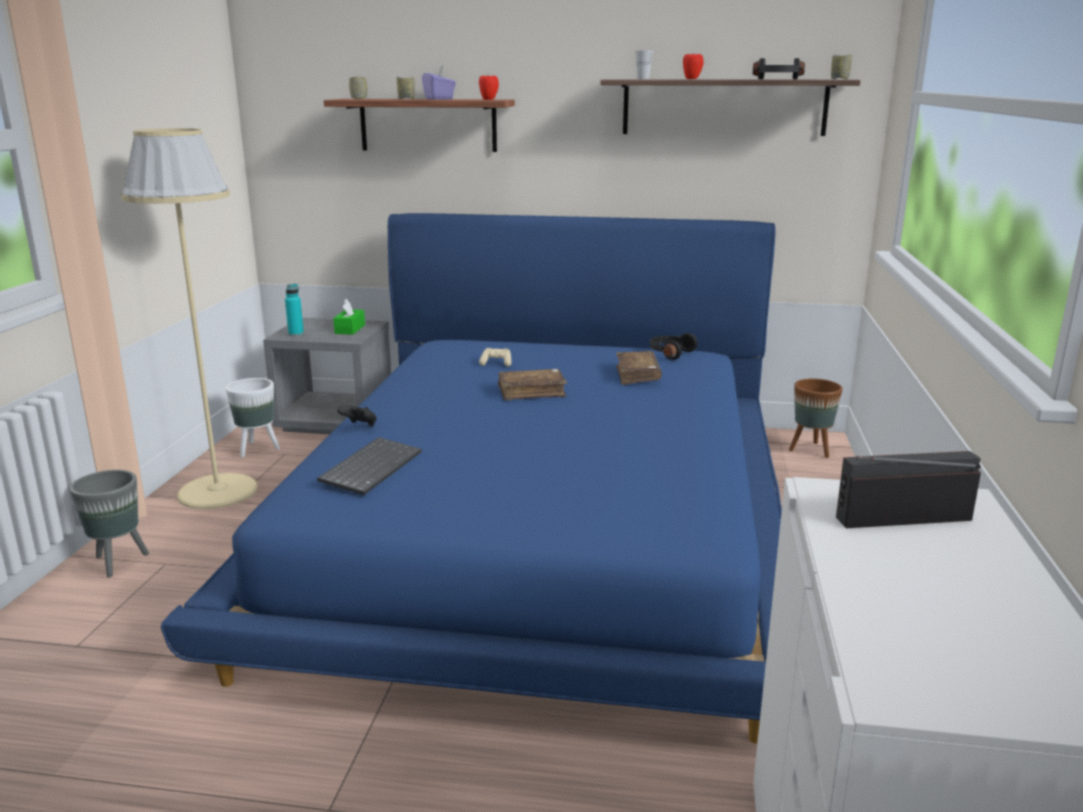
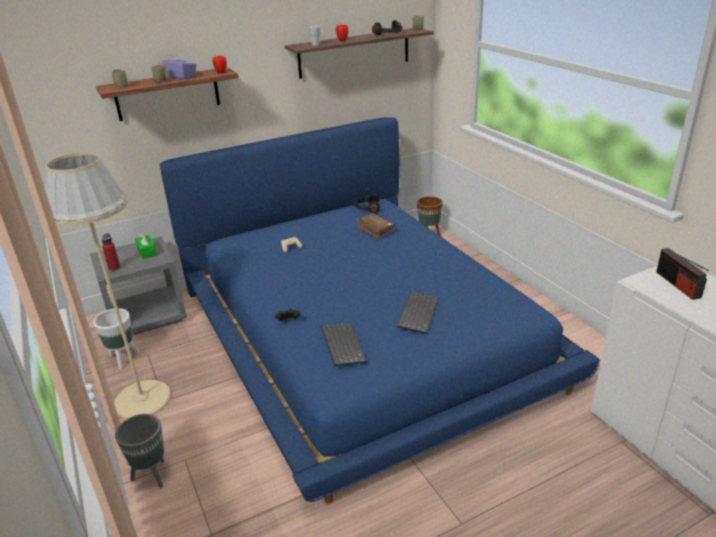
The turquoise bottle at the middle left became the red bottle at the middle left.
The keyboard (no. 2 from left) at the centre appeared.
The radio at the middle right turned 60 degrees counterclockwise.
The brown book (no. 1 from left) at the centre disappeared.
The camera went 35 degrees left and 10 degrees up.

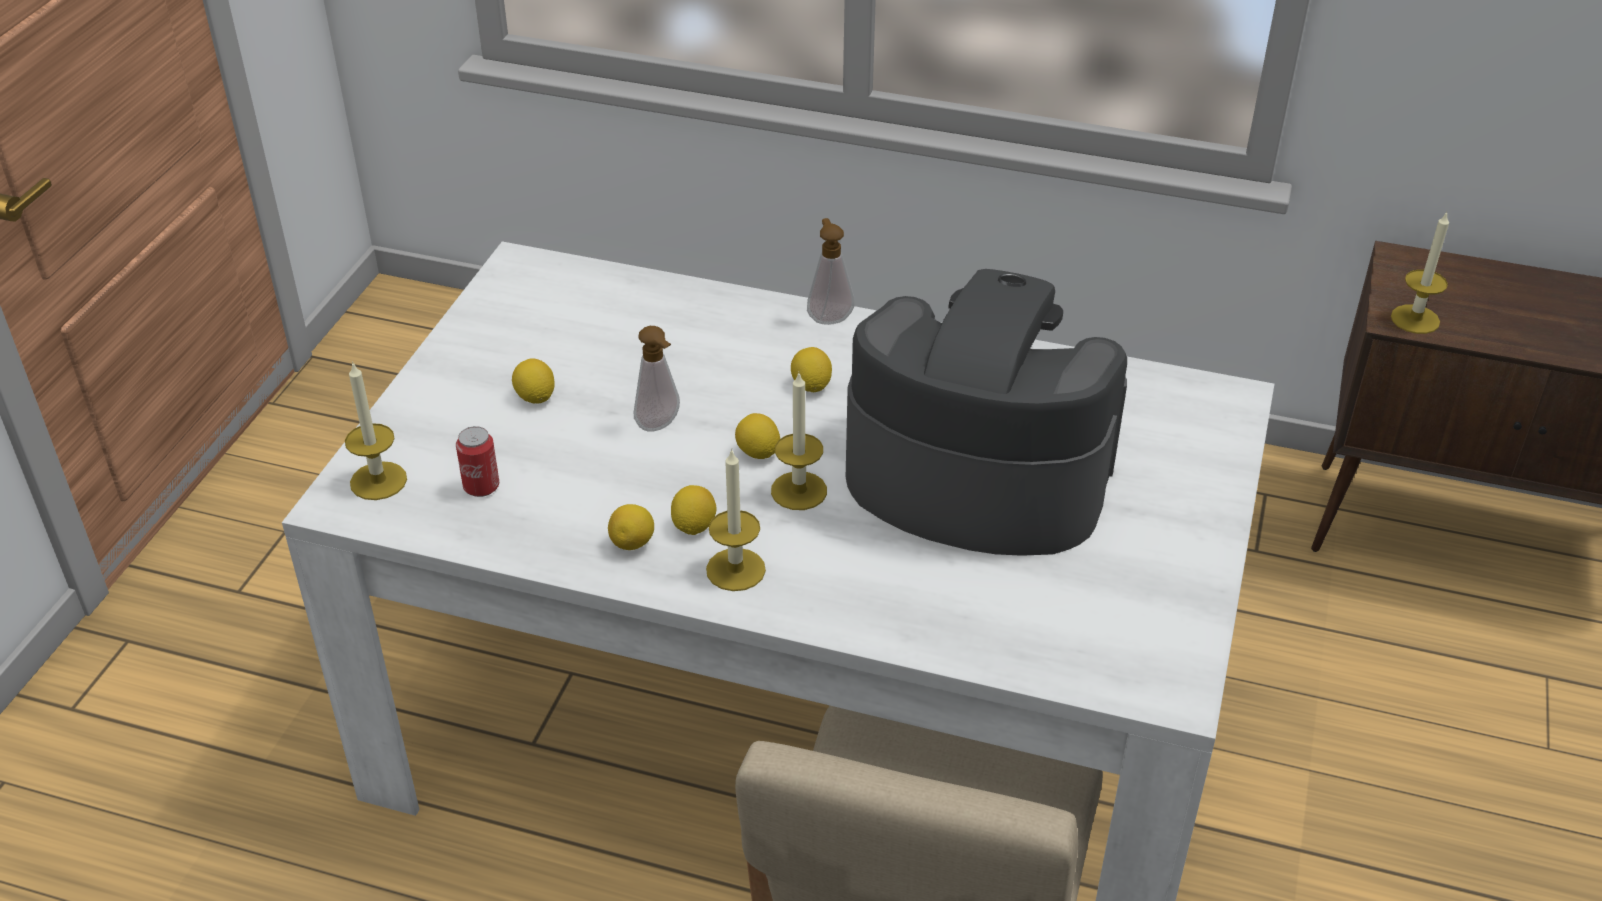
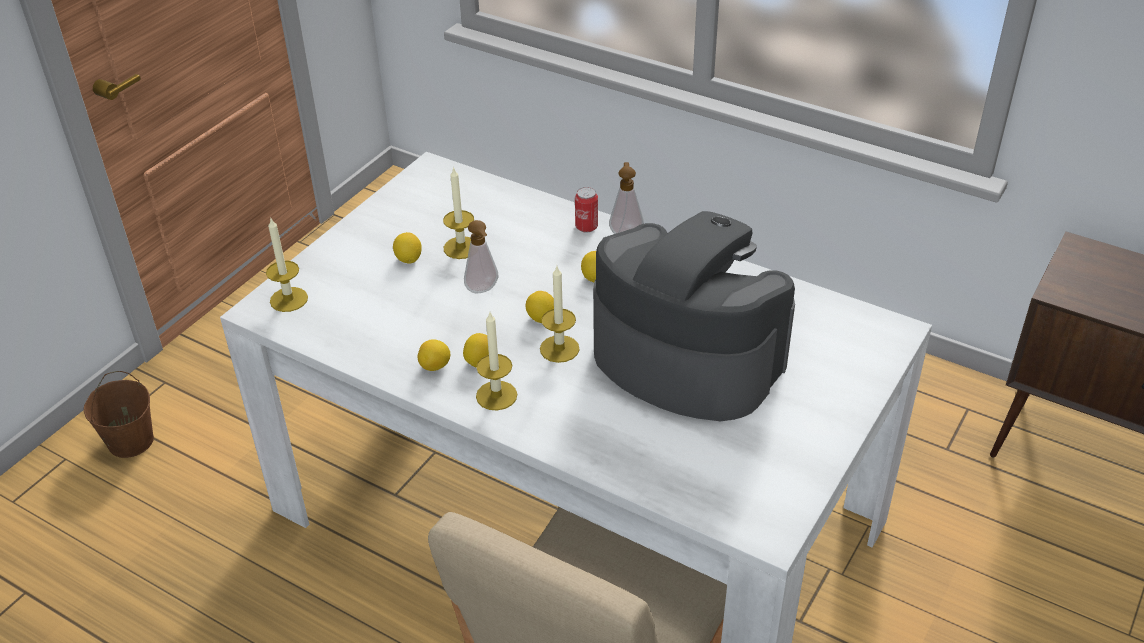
The brown bucket at the middle left appeared.
The candle (no. 4 from left in the first image) moved from the top right to the top centre.
The can moved from the middle left to the top centre.
The camera went 15 degrees right and 0 degrees up.

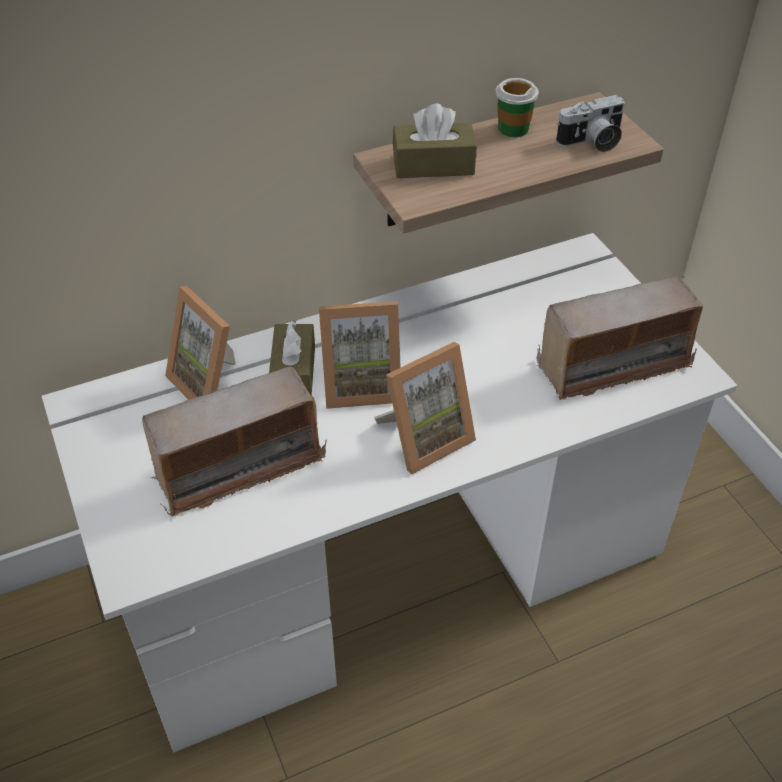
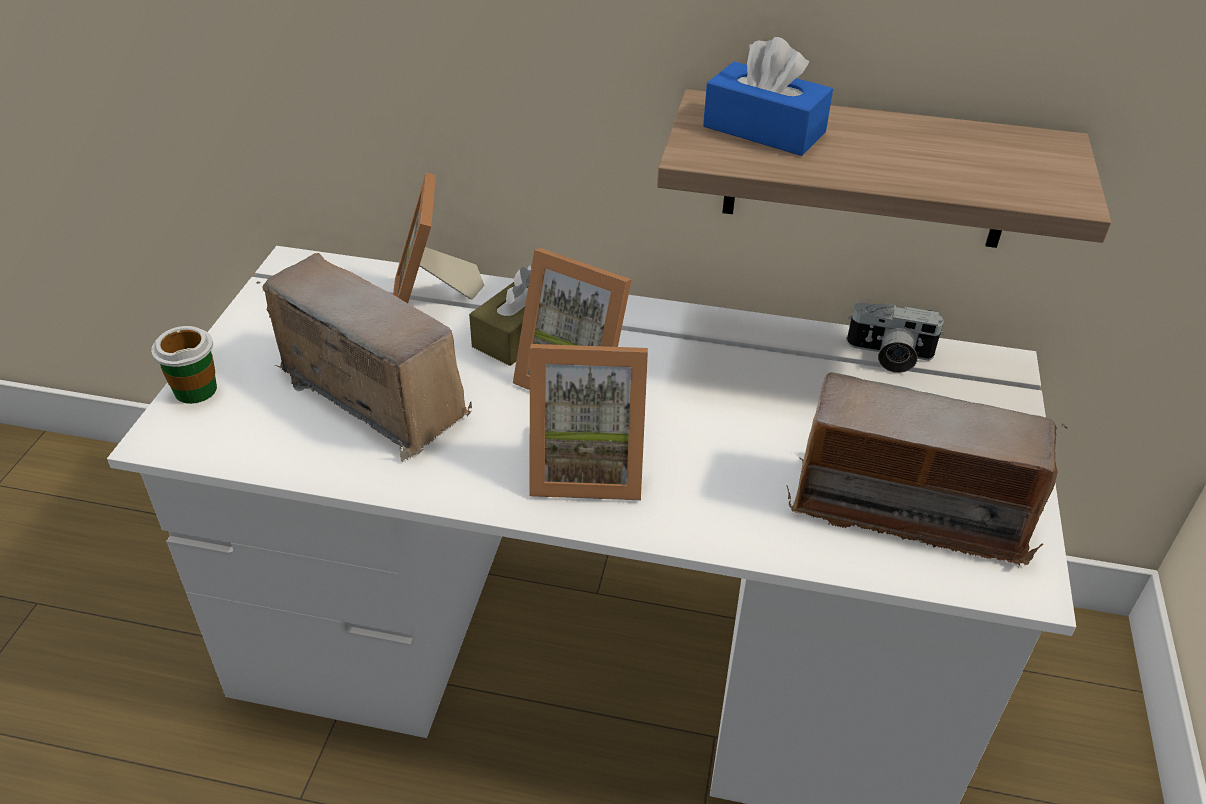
The cup moved from the top centre to the middle left.
The radio (no. 1 from left) at the middle left turned 150 degrees counterclockwise.
The brown tissue box (no. 2 from left) at the top centre became the blue tissue box at the top centre.
The photo camera moved from the top right to the middle right.
The camera went 35 degrees right and 5 degrees down.

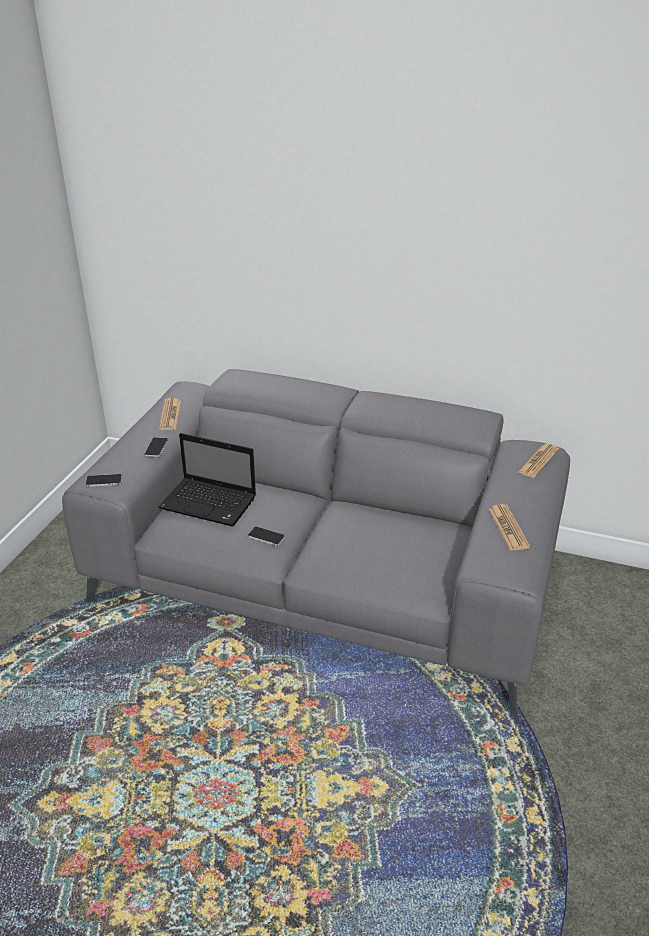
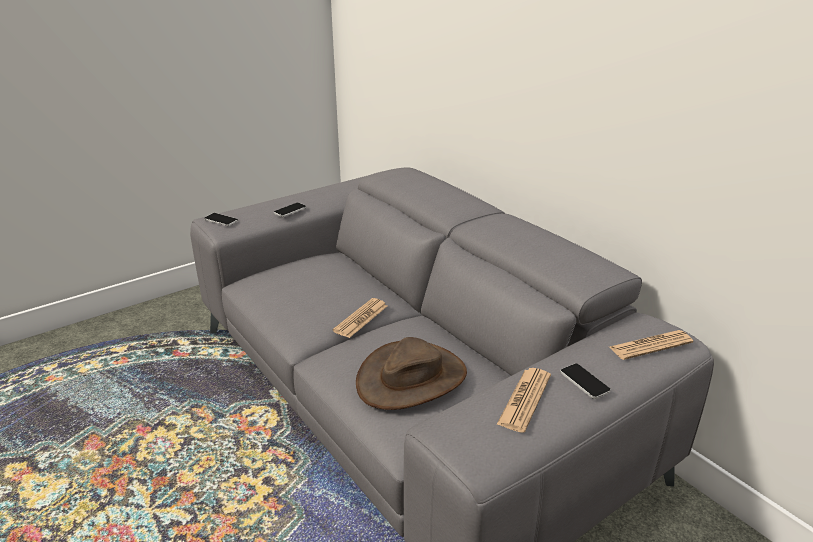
The newspaper (no. 1 from left) moved from the middle left to the centre.
The brown hat at the bottom centre appeared.
The phone (no. 3 from left) moved from the centre to the bottom right.
The laptop at the middle left disappeared.
The camera went 35 degrees right and 5 degrees down.

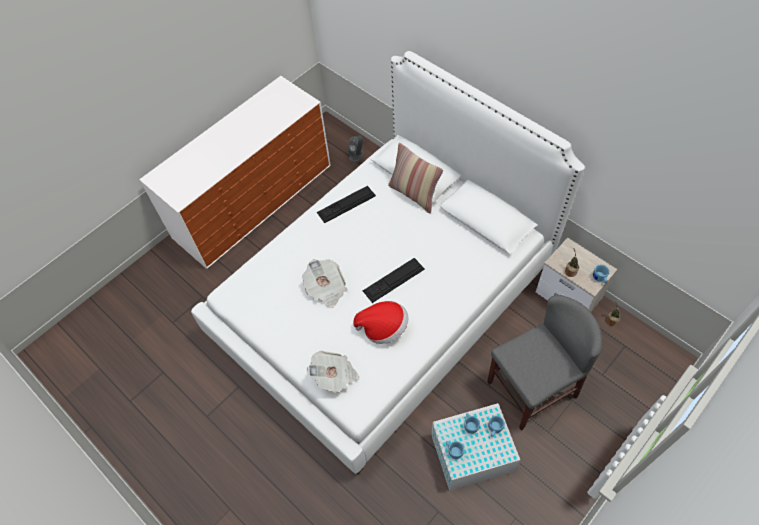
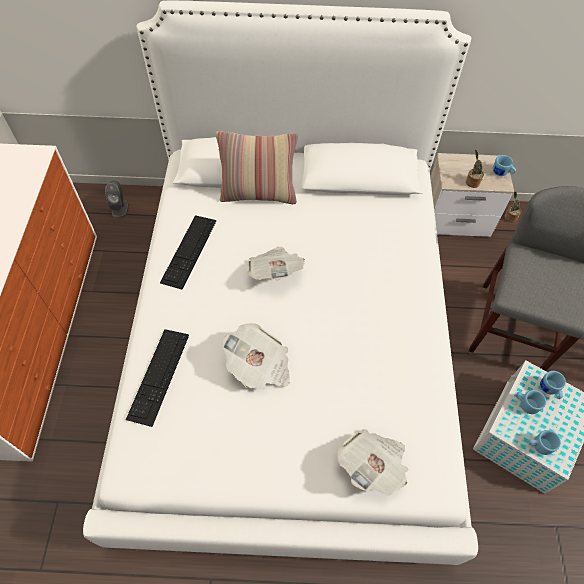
The keyboard (no. 2 from left in the first image) moved from the centre to the middle left.
The newspaper (no. 2 from left) at the centre appeared.
The hat at the centre disappeared.
The camera went 45 degrees left and 0 degrees up.

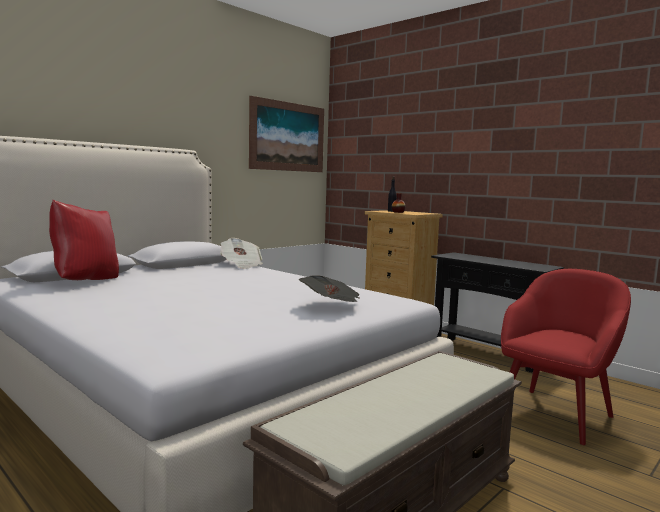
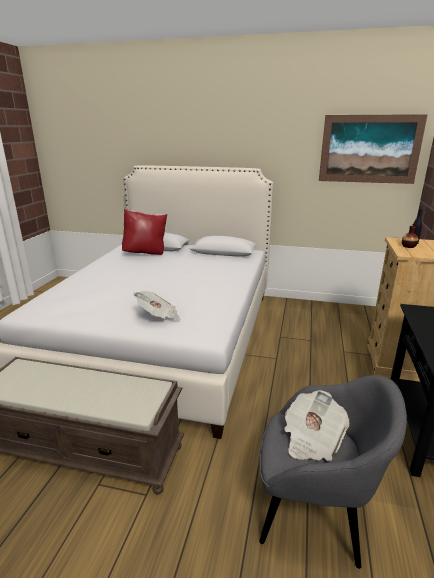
The red armchair at the bottom right became the grey armchair at the bottom right.
The newspaper (no. 1 from left in the first image) moved from the centre to the bottom right.
The camera went 60 degrees right and 15 degrees up.

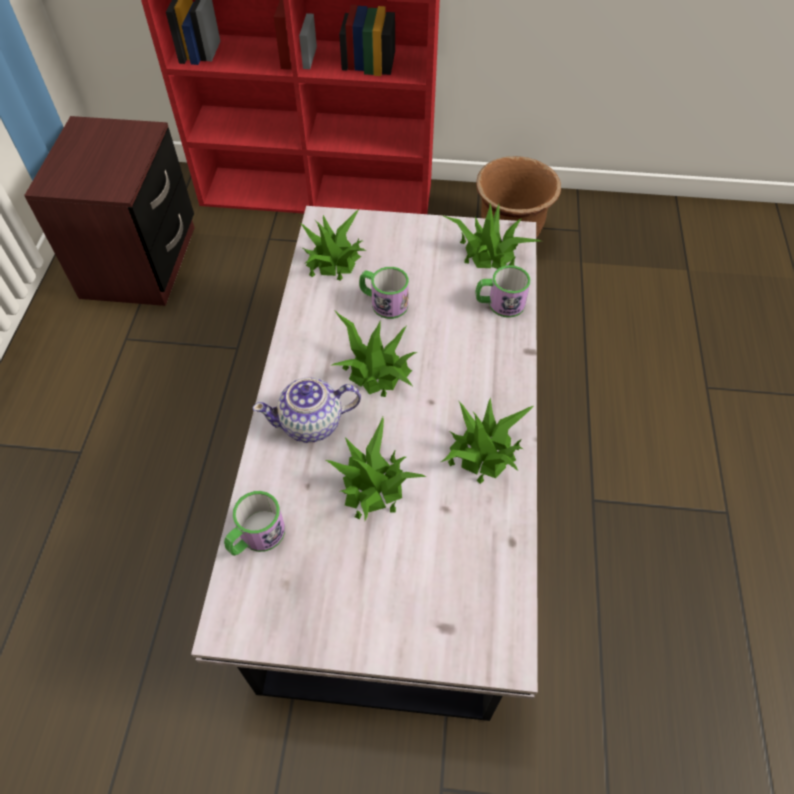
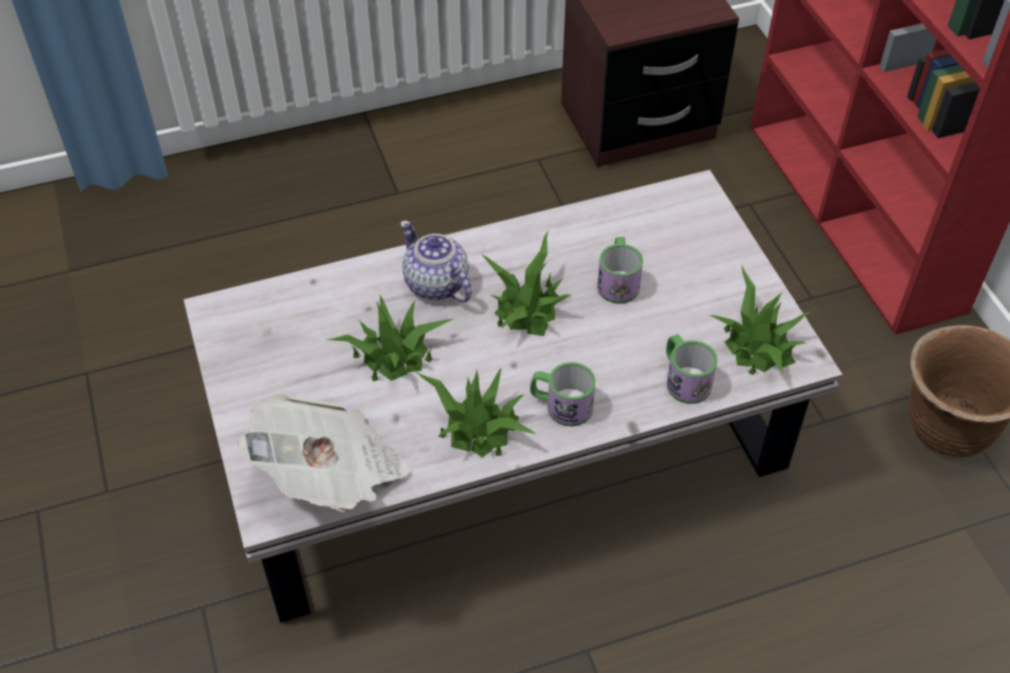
The newspaper at the bottom left appeared.
The mug (no. 1 from left) moved from the middle left to the centre.
The potted plant (no. 1 from left) at the top centre disappeared.
The camera went 65 degrees right and 5 degrees down.

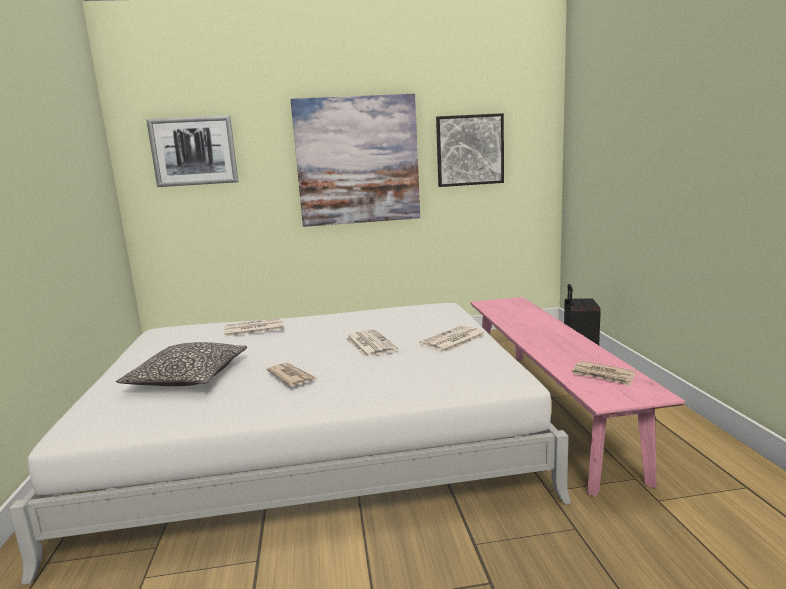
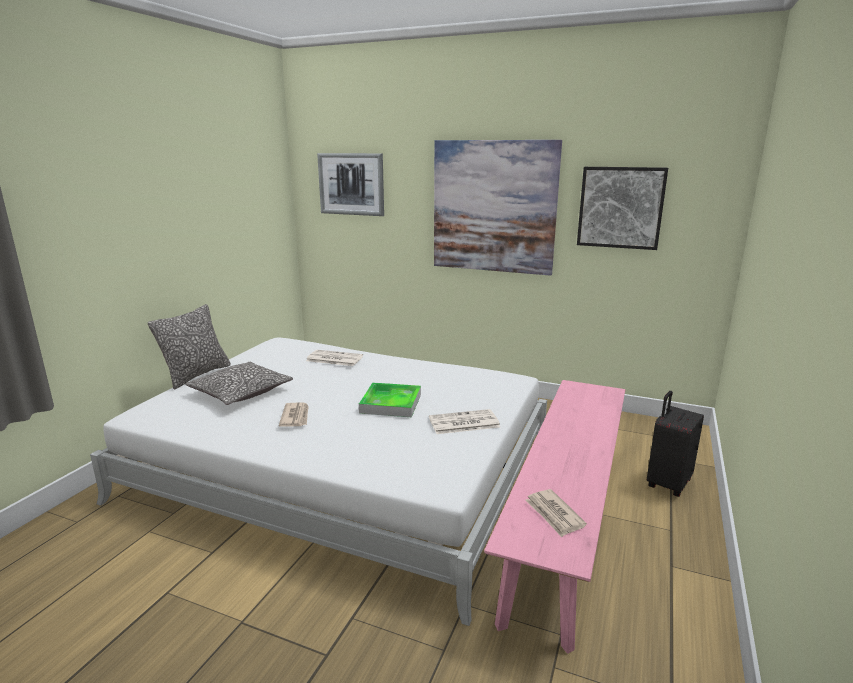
The pillow (no. 1 from left) at the middle left appeared.
The newspaper (no. 3 from left) at the centre was replaced by the tray at the centre.
The camera went 30 degrees right and 5 degrees up.

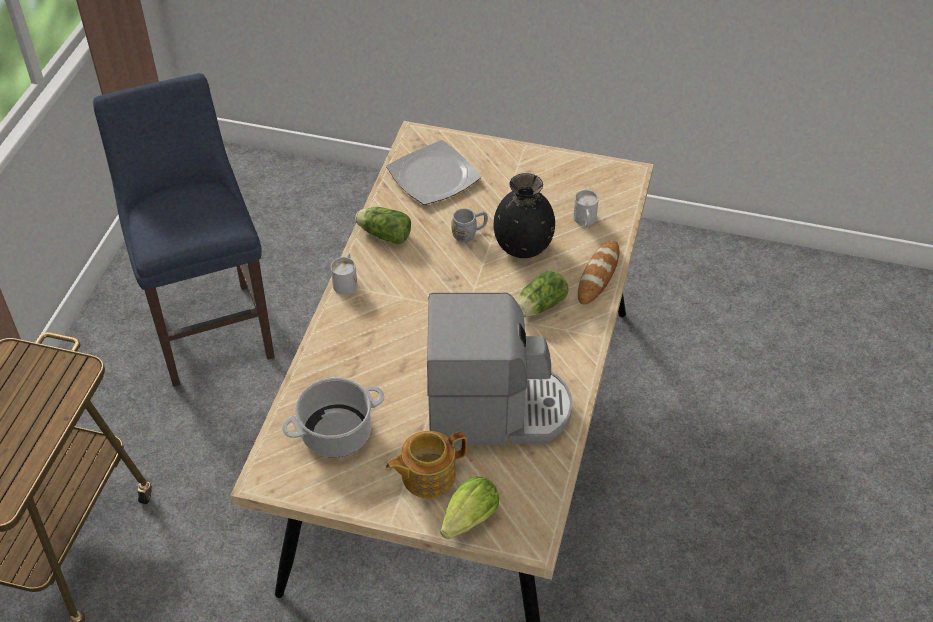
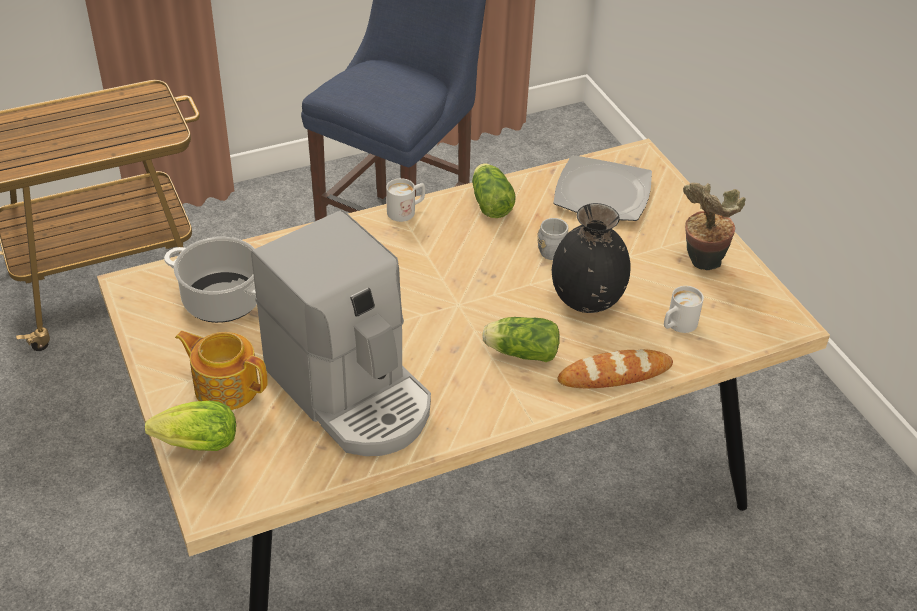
The potted plant at the middle right appeared.
The camera went 50 degrees right and 5 degrees down.

